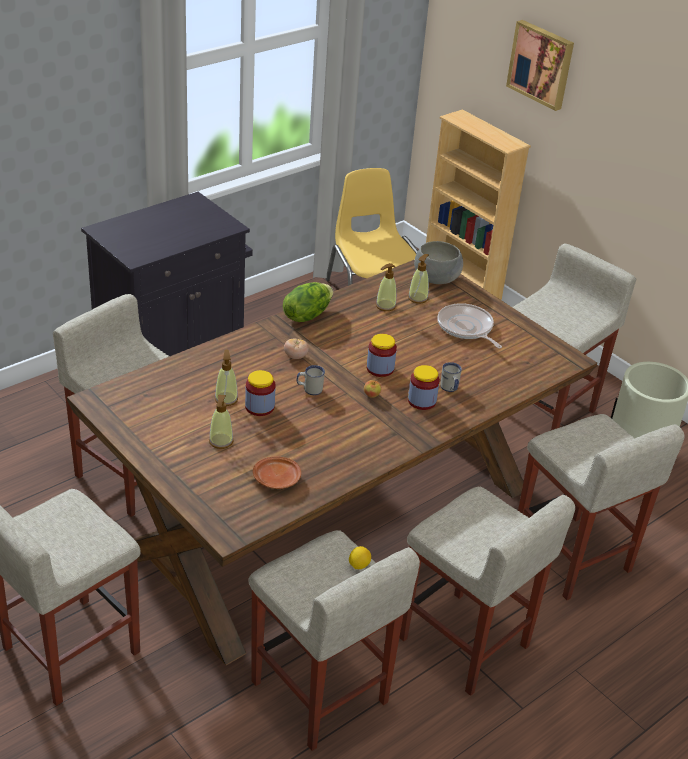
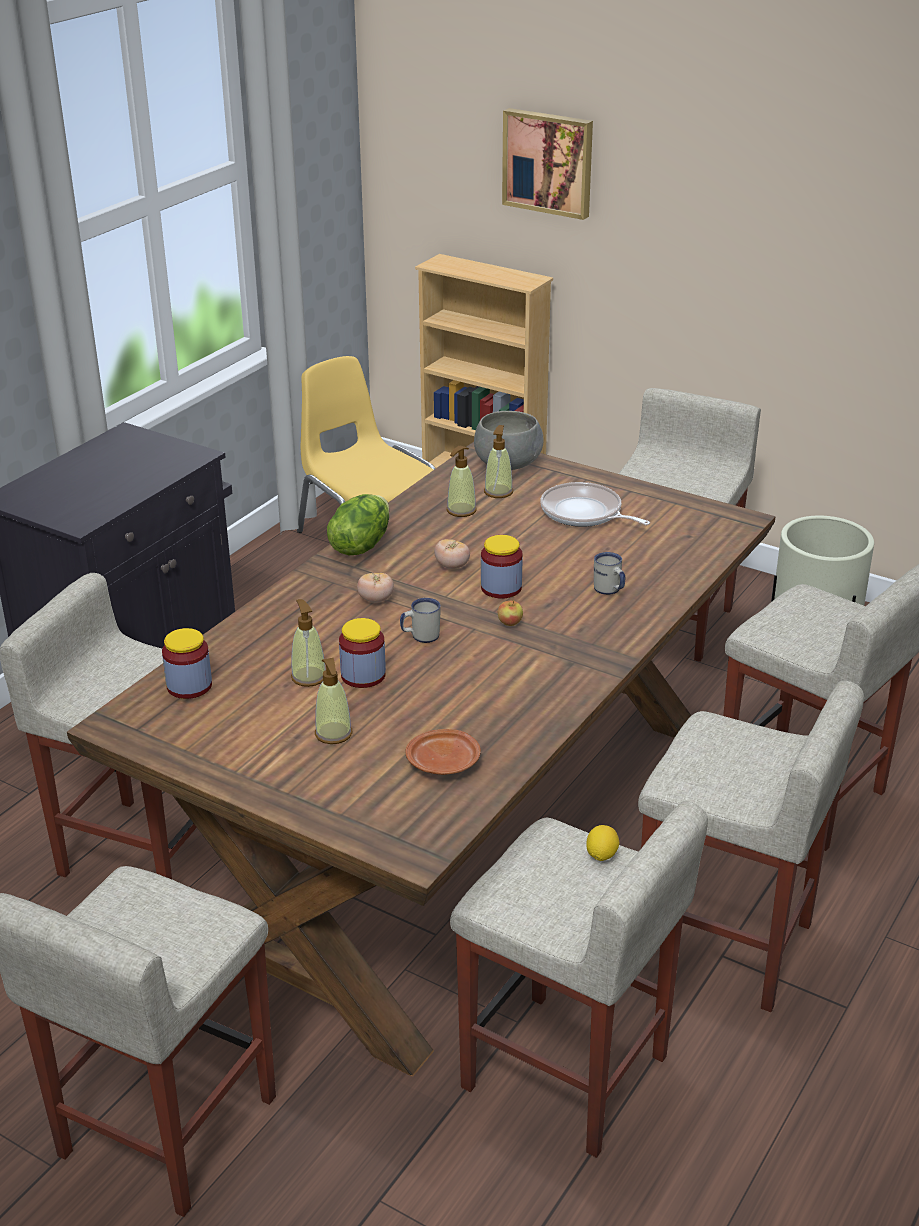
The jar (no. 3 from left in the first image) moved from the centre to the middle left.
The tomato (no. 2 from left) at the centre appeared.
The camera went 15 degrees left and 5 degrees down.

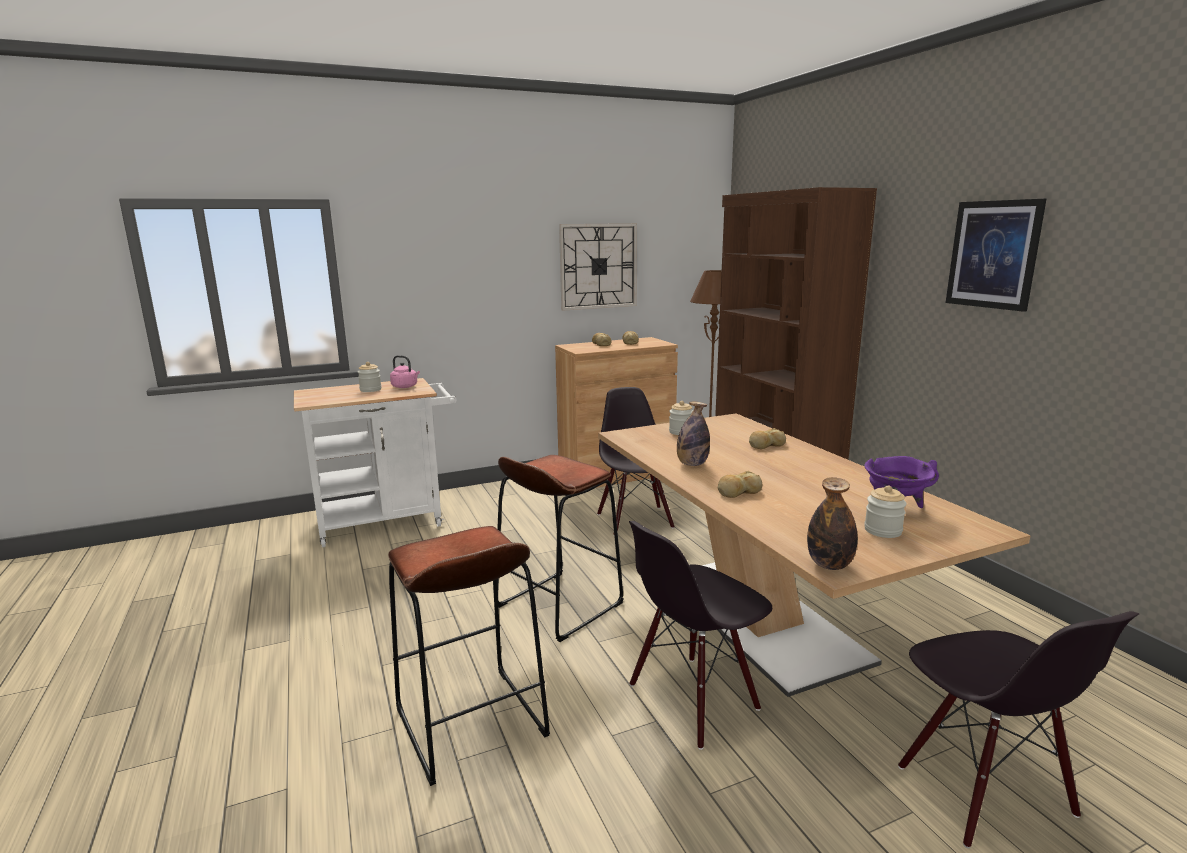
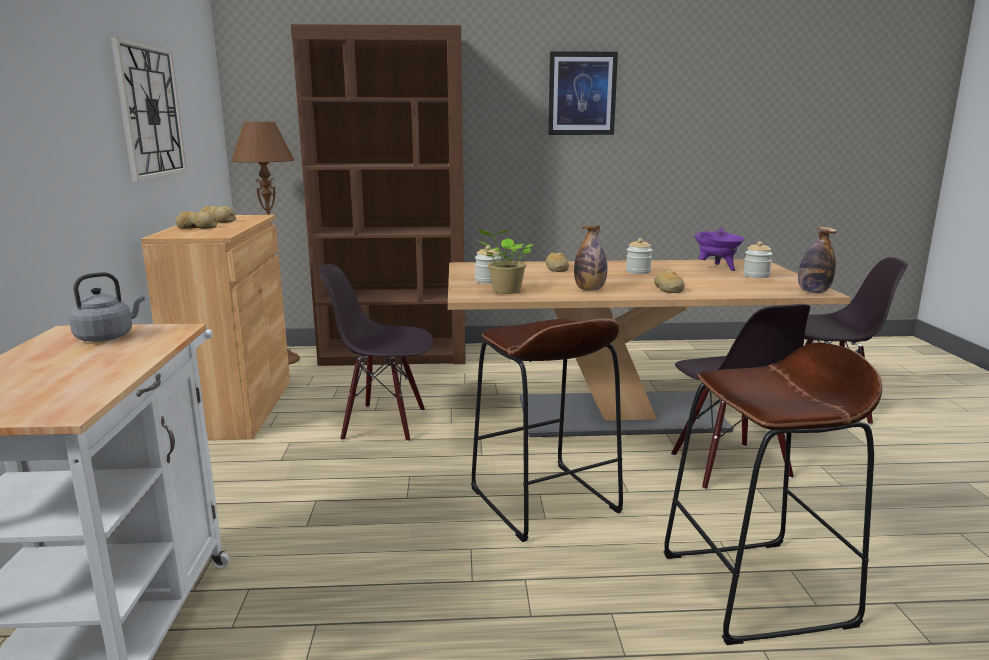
The pink kettle at the centre became the grey kettle at the middle left.
The potted plant at the centre appeared.
The jar (no. 1 from left in the first image) moved from the middle left to the centre.
The camera went 70 degrees left and 0 degrees up.

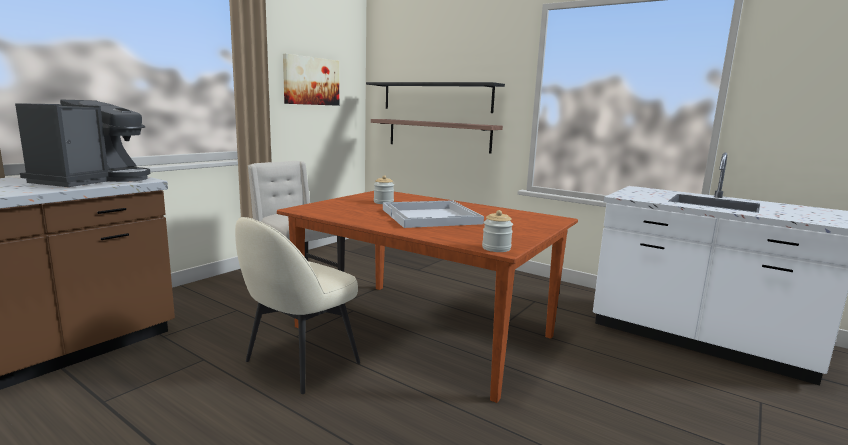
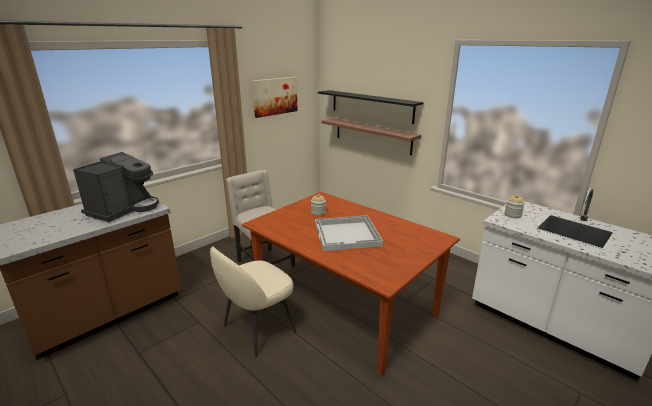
The jar (no. 2 from left) moved from the centre to the middle right.
The camera went 10 degrees right and 10 degrees up.

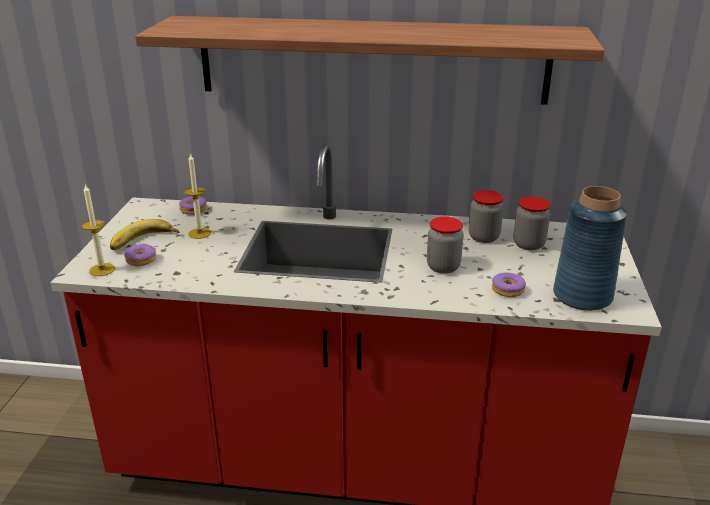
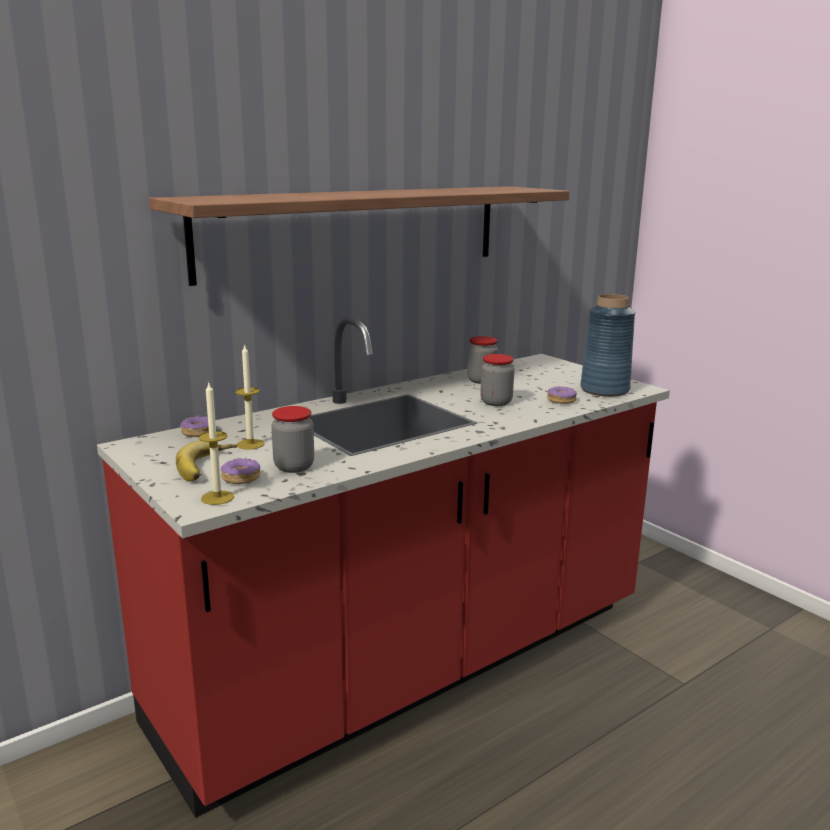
The jar (no. 3 from left in the first image) moved from the middle right to the centre.
The camera went 45 degrees left and 10 degrees down.

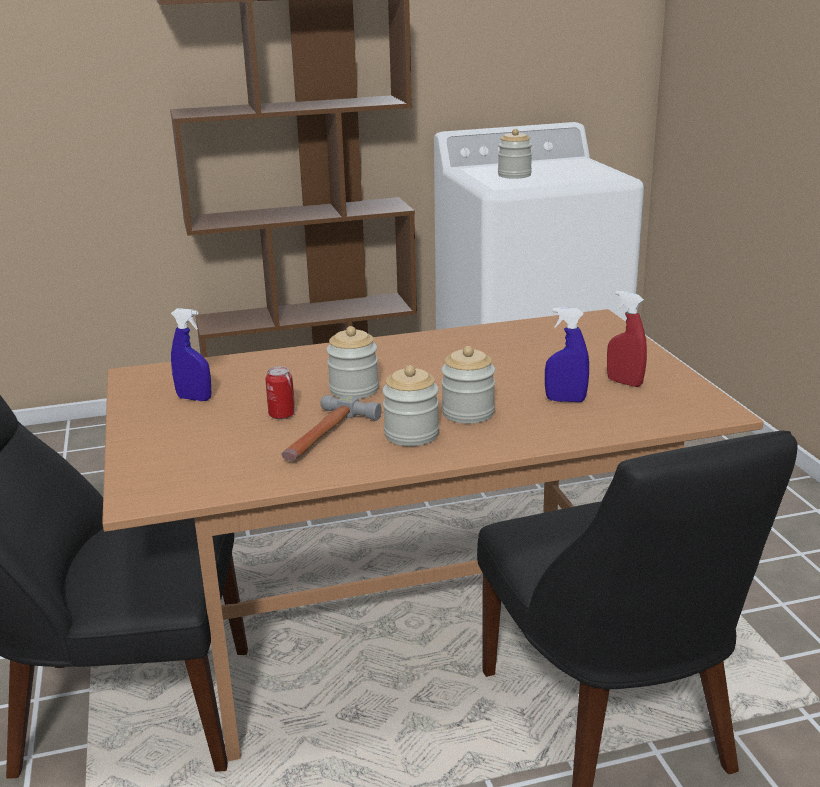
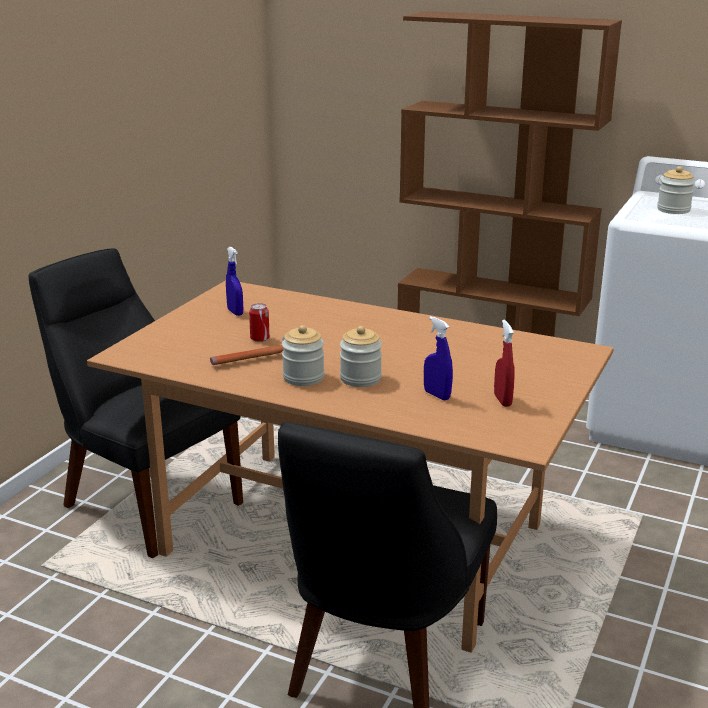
The jar (no. 1 from left) at the centre disappeared.
The camera went 40 degrees right and 0 degrees up.

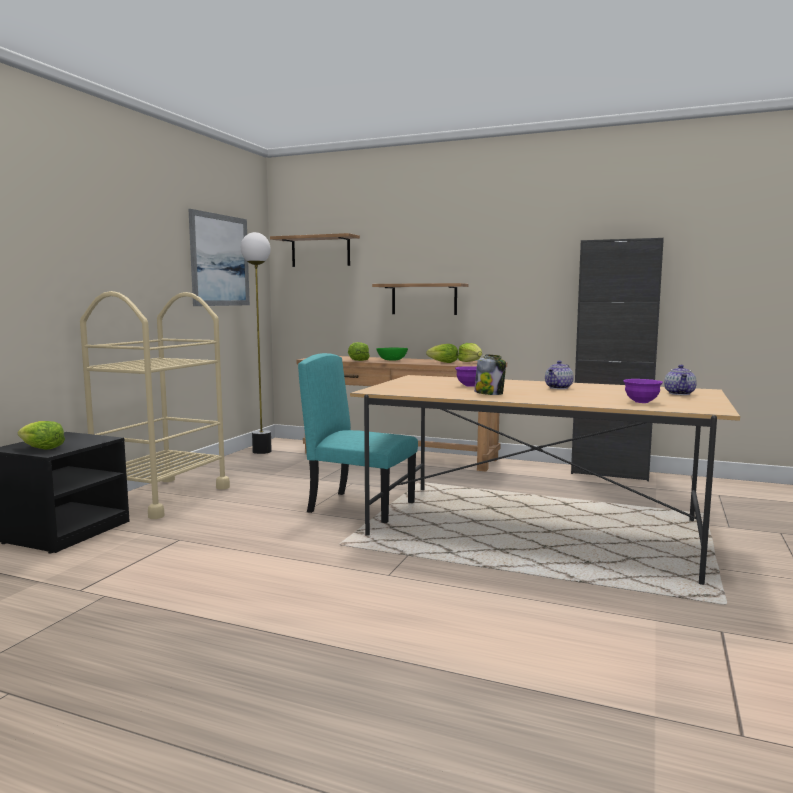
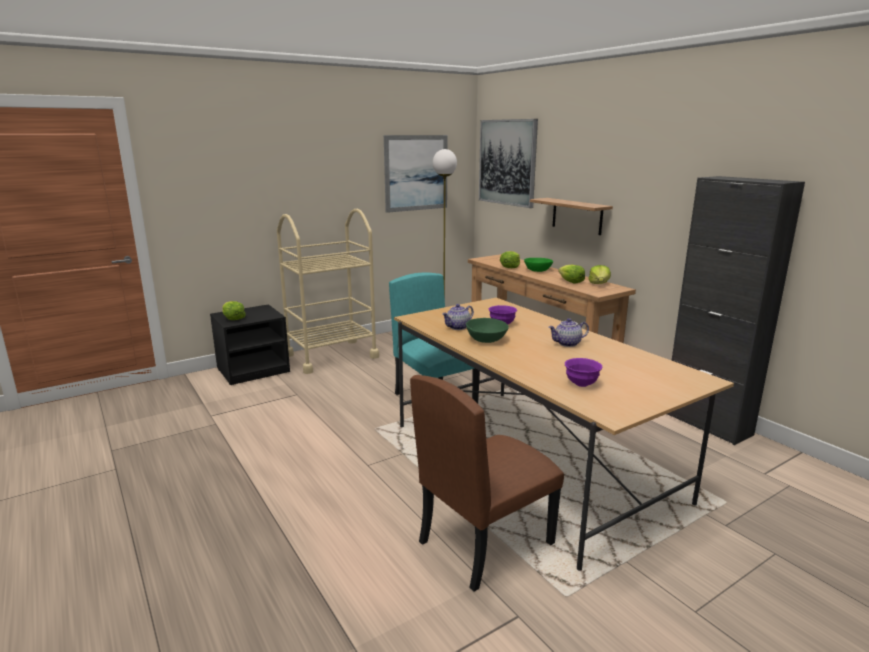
The brown chair at the bottom centre appeared.
The teapot (no. 2 from left in the first image) moved from the middle right to the centre.
The jar at the centre was replaced by the green bowl (no. 1 from left) at the centre.
The shelf (no. 1 from left) at the top centre was replaced by the picture (no. 2 from left) at the top centre.
The camera went 35 degrees right and 10 degrees up.

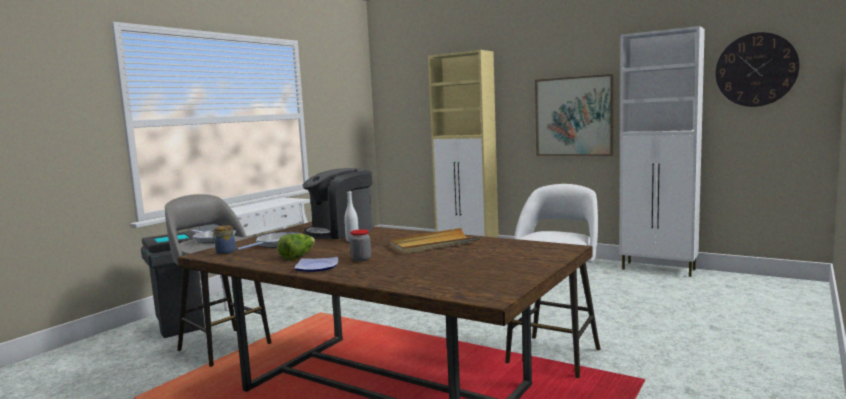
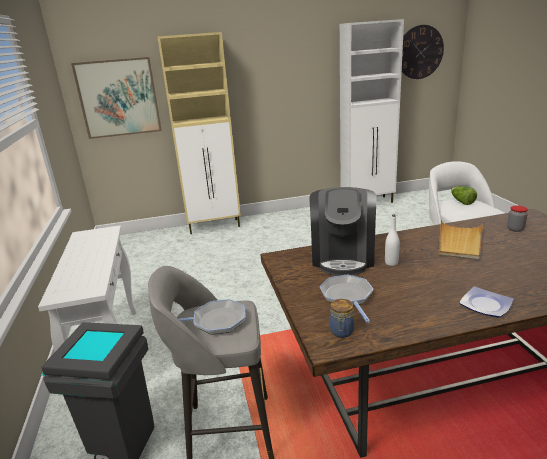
The picture moved from the top right to the top left.
The lettuce moved from the centre to the middle right.
The jar (no. 2 from left) moved from the centre to the middle right.
The camera went 45 degrees left and 15 degrees up.

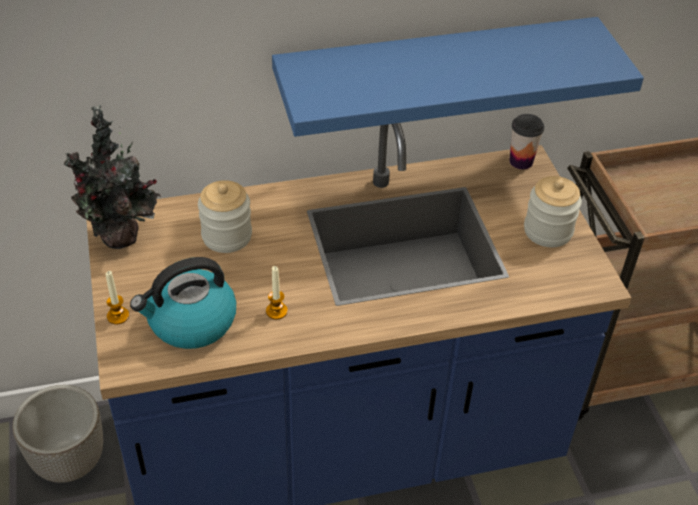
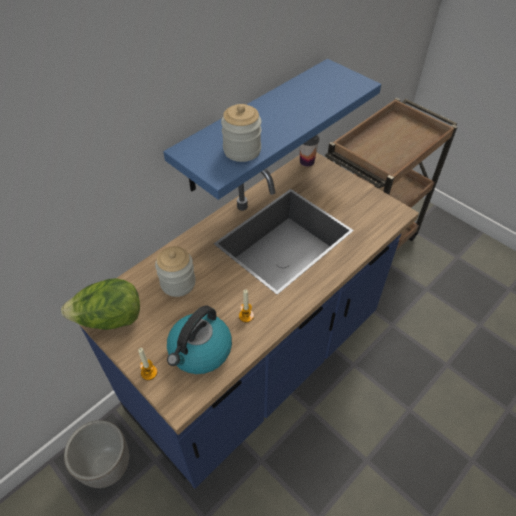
The potted plant at the middle left was replaced by the lettuce at the middle left.
The jar (no. 2 from left) moved from the middle right to the top centre.
The camera went 30 degrees left and 5 degrees up.

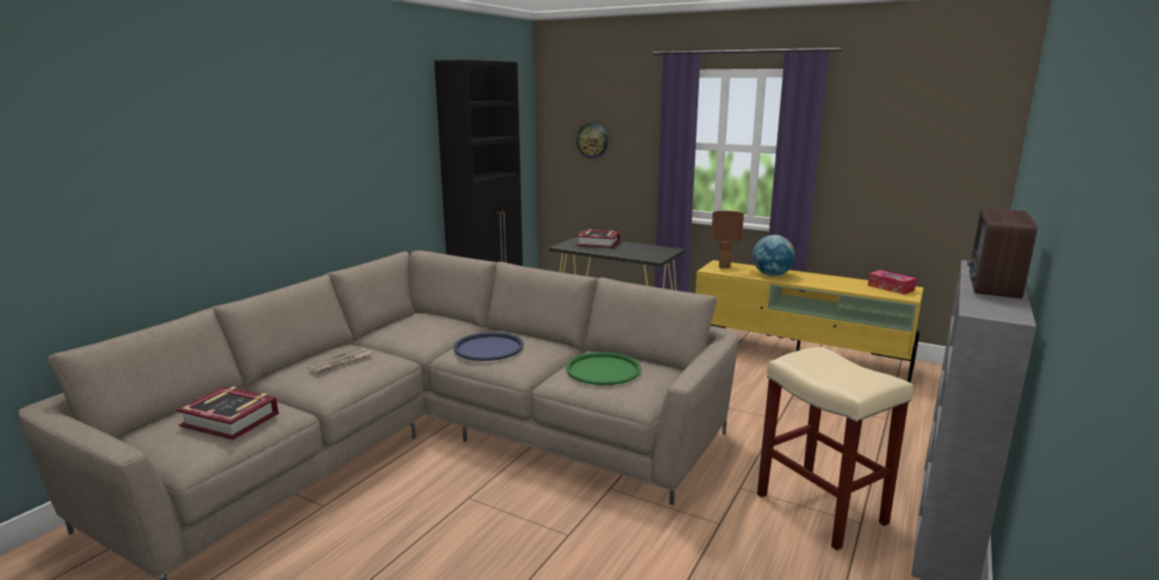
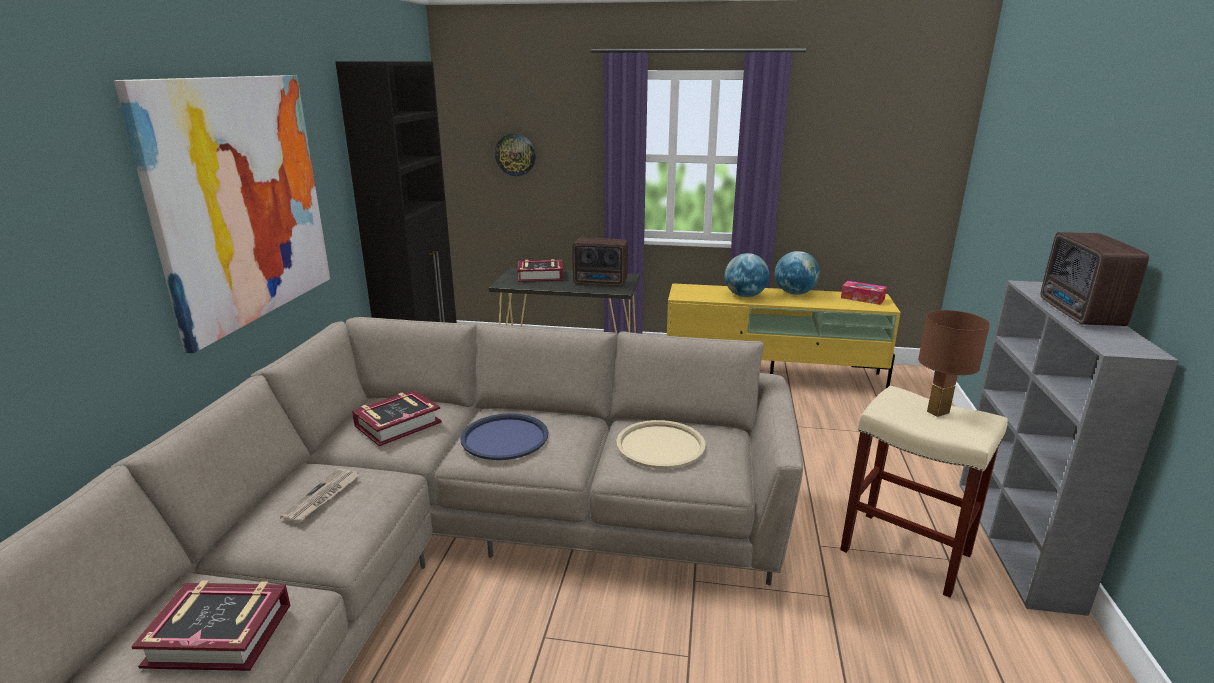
The picture at the top left appeared.
The book (no. 2 from left) at the middle left appeared.
The radio (no. 1 from left) at the centre appeared.
The green tray at the centre became the beige tray at the centre.
The globe (no. 2 from left) at the centre appeared.
The brown table lamp moved from the centre to the middle right.
The camera went 20 degrees left and 5 degrees up.

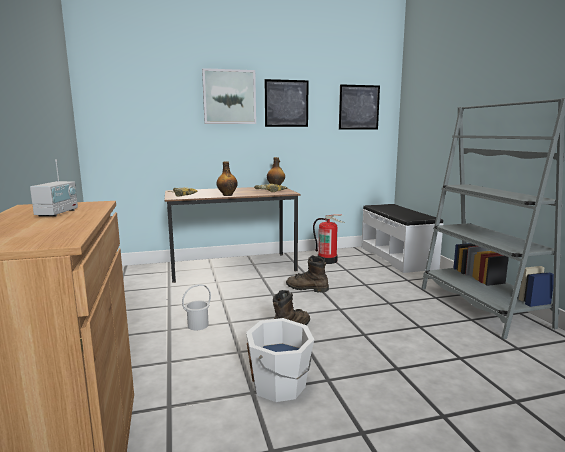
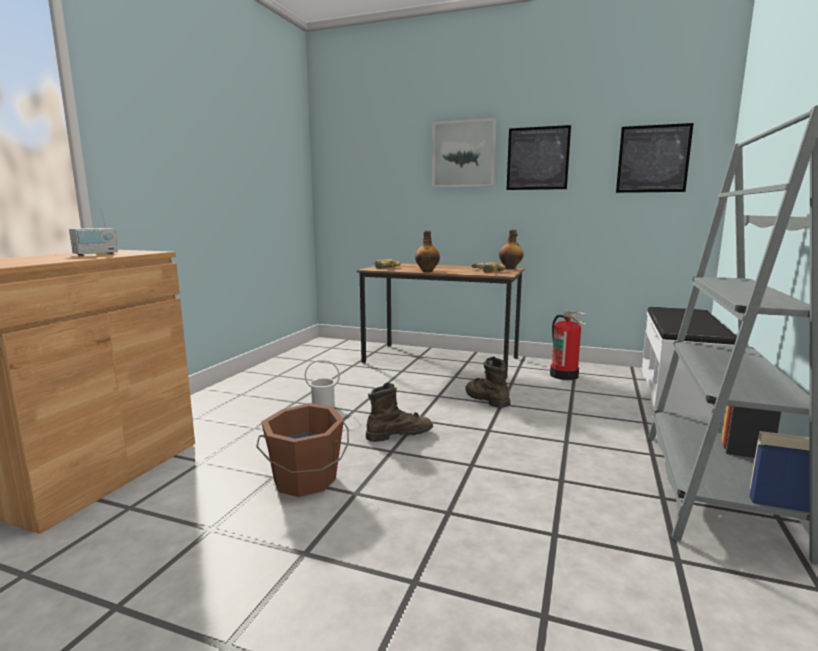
The white bucket (no. 2 from left) at the bottom centre became the brown bucket at the bottom centre.
The camera went 35 degrees right and 0 degrees up.

